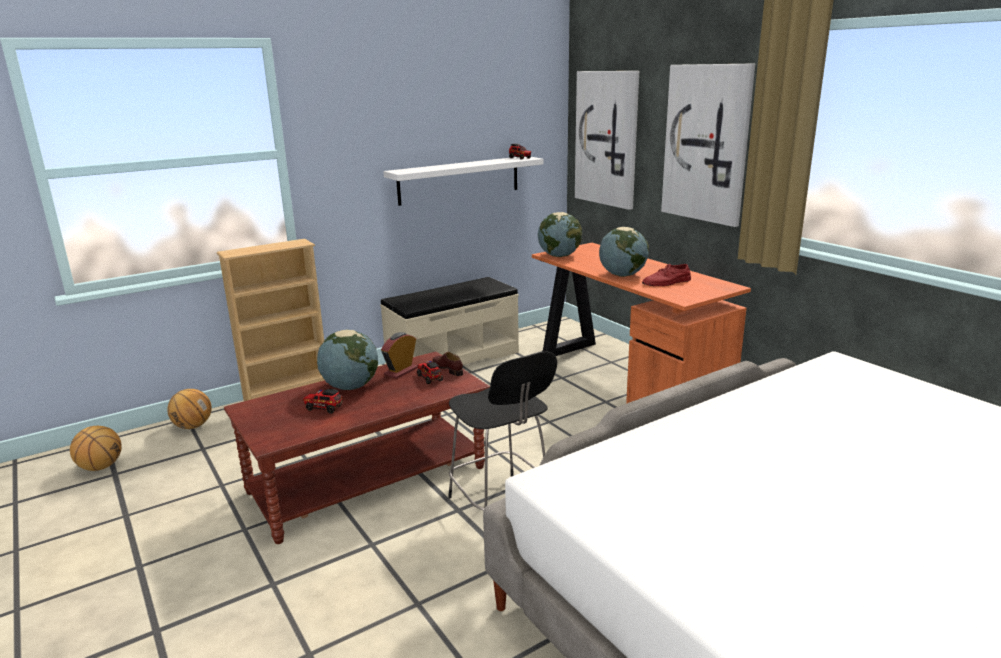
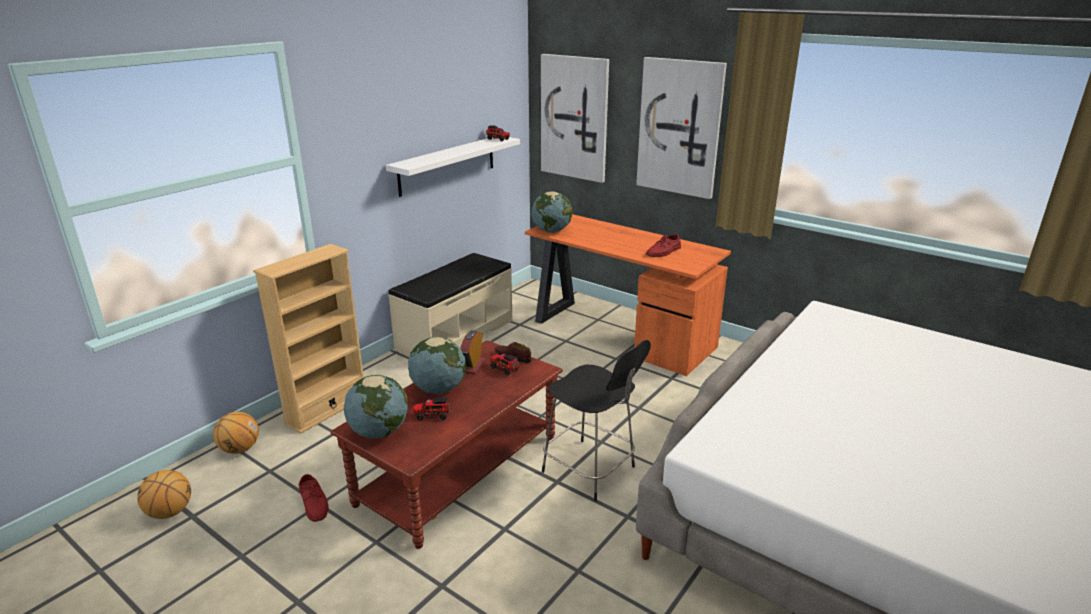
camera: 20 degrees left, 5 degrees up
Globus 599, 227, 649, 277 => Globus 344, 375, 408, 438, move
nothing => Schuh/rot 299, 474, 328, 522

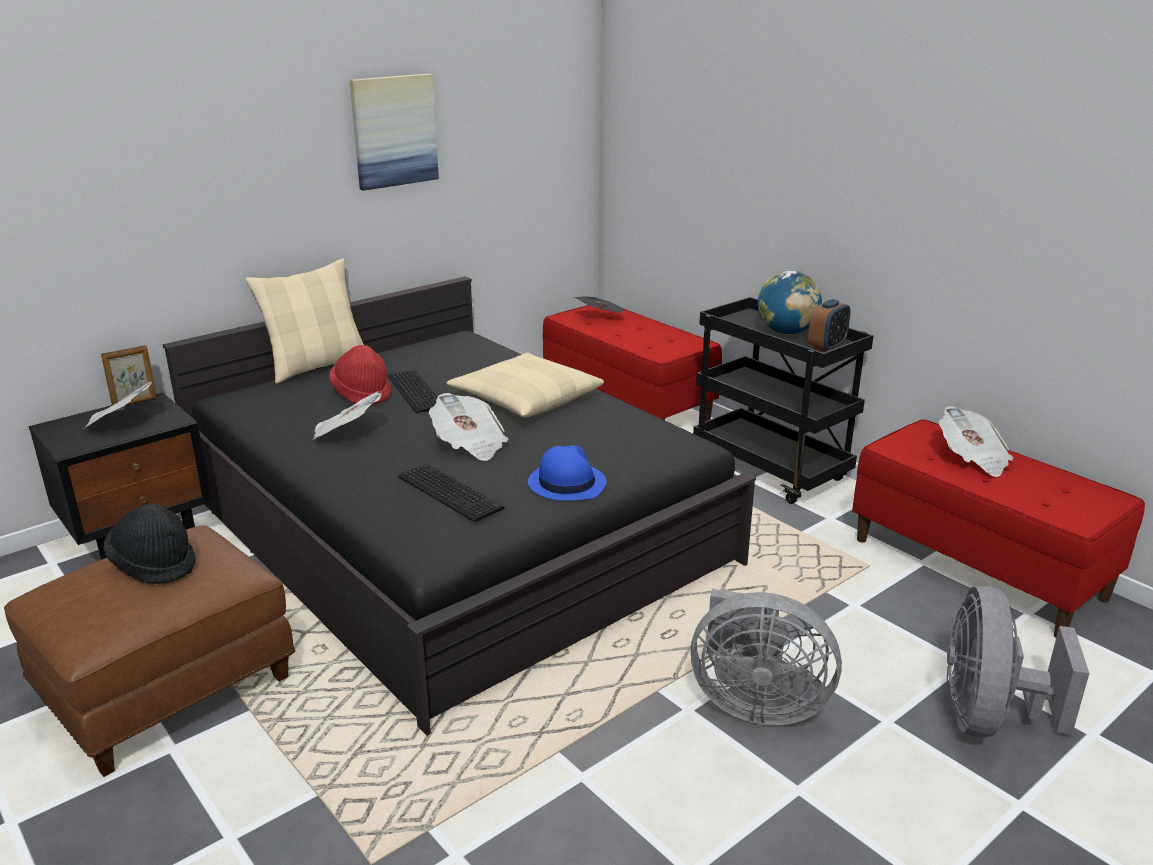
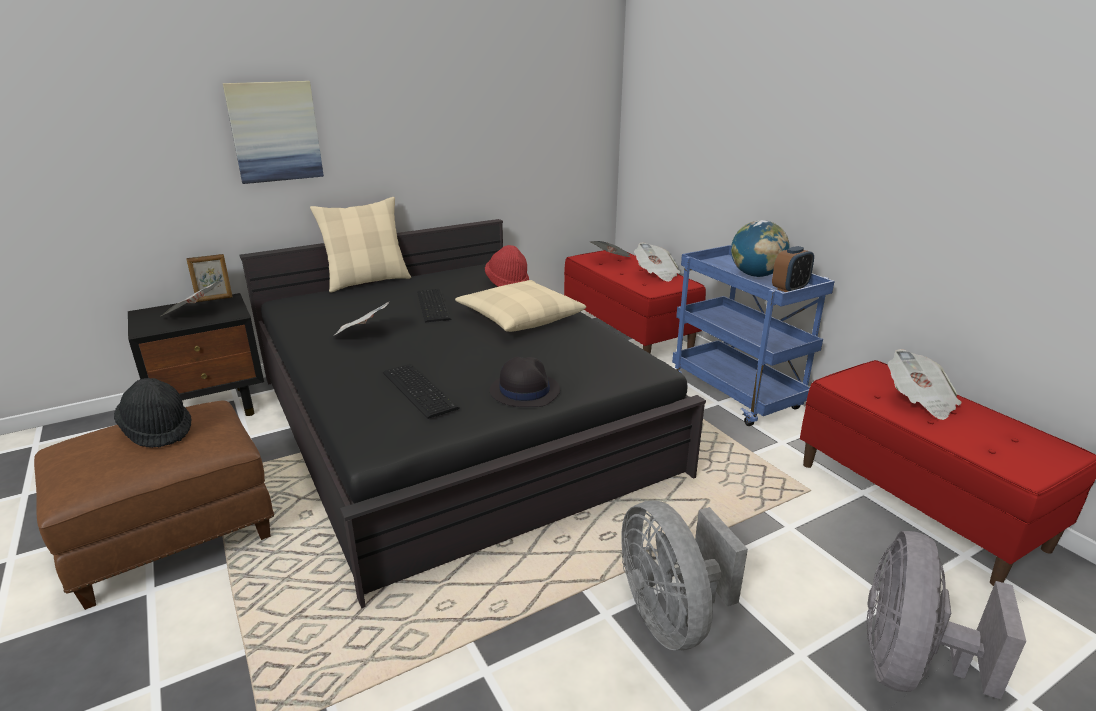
camera: 10 degrees right, 0 degrees up
Bild 350, 73, 439, 191 => Bild 223, 81, 324, 184, move
Rollwagen/schwarz 693, 297, 874, 504 => Rollwagen/blau 672, 245, 835, 426
Hut/rot 329, 345, 391, 404 => Hut/rot 485, 245, 529, 287, move
Zeitung 429, 393, 508, 461 => Zeitung 634, 243, 680, 282, move
Hut/blau 528, 445, 607, 501 => Hut/schwarz 490, 357, 560, 407
Ventilator/grau 691, 589, 842, 725 => Ventilator/grau 621, 500, 748, 650, 45 degrees clockwise

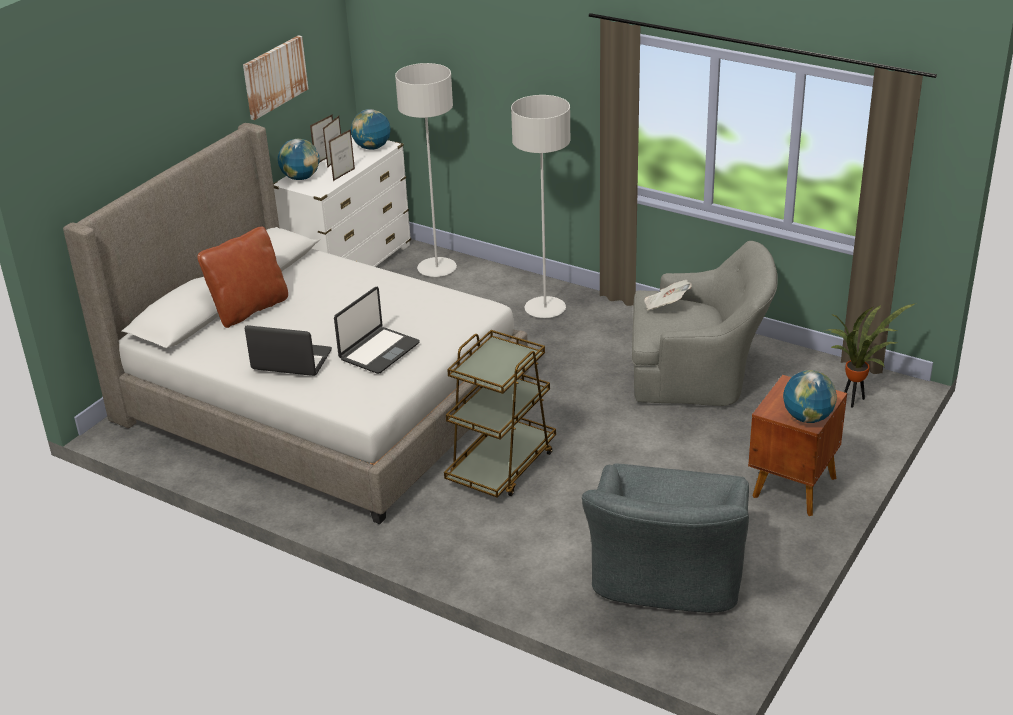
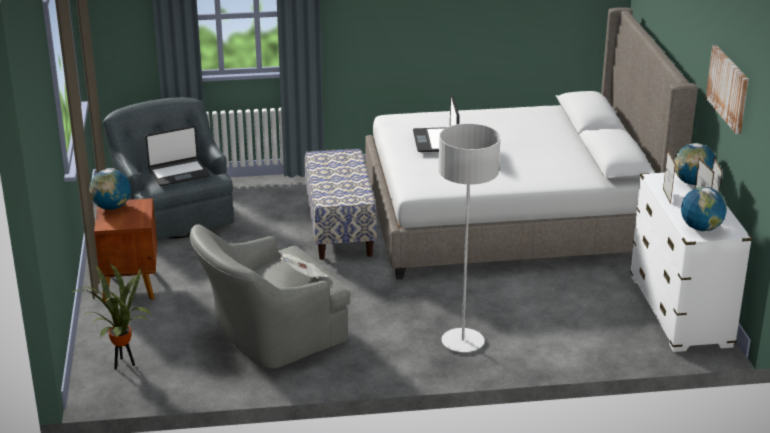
camera: 140 degrees right, 5 degrees down
Stehlampe/grau 395, 63, 457, 277 => nothing
Kissen/braun 197, 226, 288, 328 => nothing
Laptop 245, 325, 332, 376 => Laptop 145, 126, 210, 186, move
Rollwagen/braun 444, 330, 556, 498 => Bank 305, 149, 377, 260

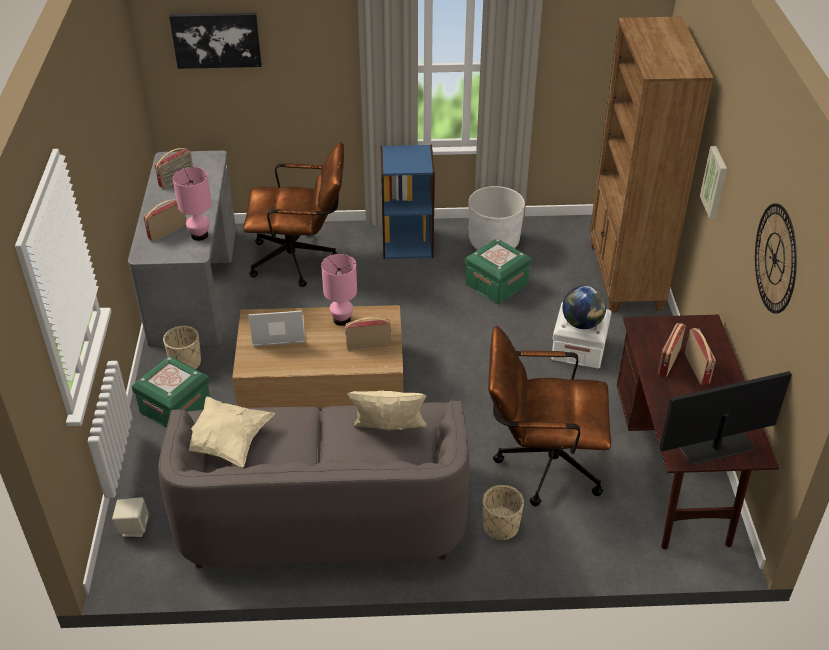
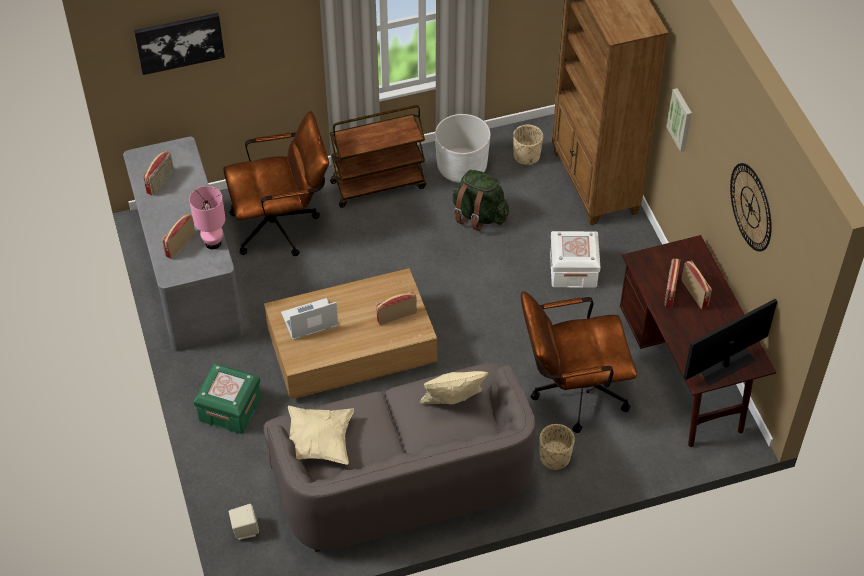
camera: 15 degrees left, 10 degrees up
Bücherregal/blau 380, 145, 435, 259 => Rollwagen/braun 330, 105, 426, 208
Aufbewahrungsbox/grün 465, 239, 532, 304 => Rucksack/grün 453, 170, 509, 231
Tischlampe/rosa 321, 254, 357, 326 => nothing
Globus 562, 286, 606, 329 => nothing
Pflanzkübel/beige 163, 326, 201, 369 => Pflanzkübel/beige 513, 125, 543, 165, move

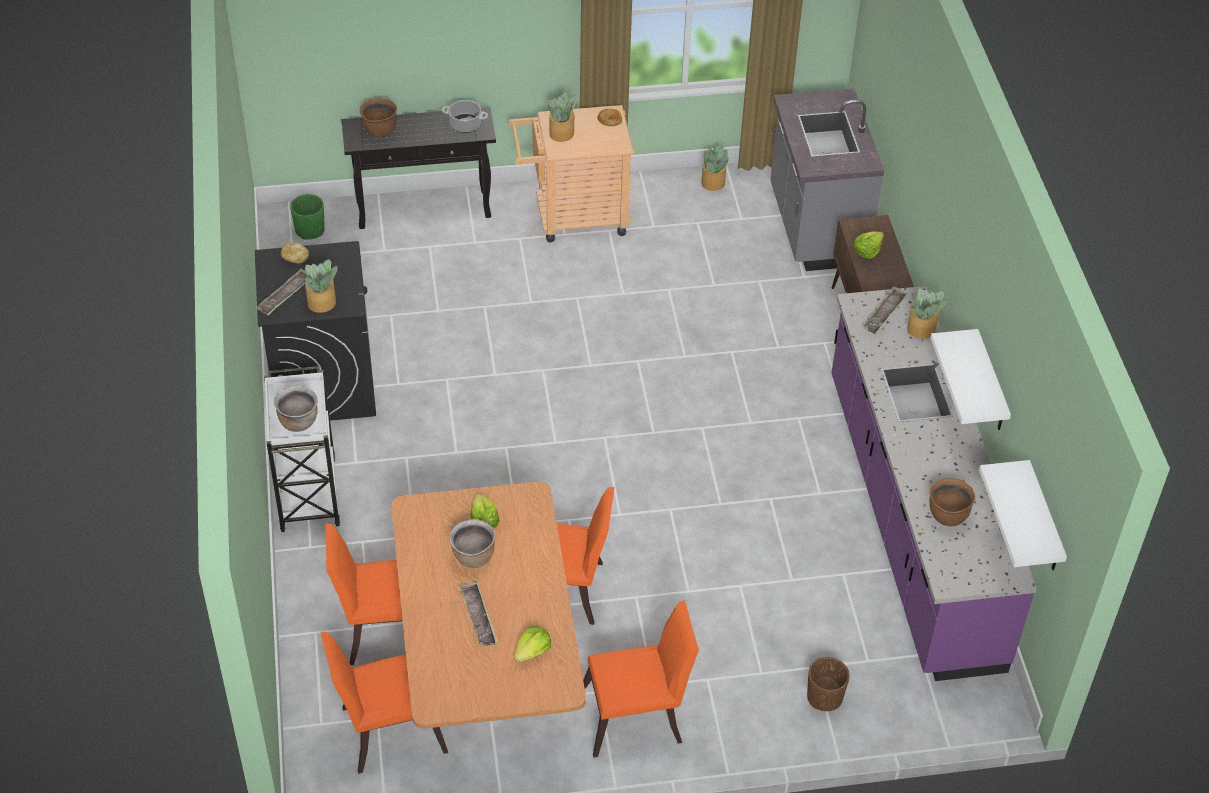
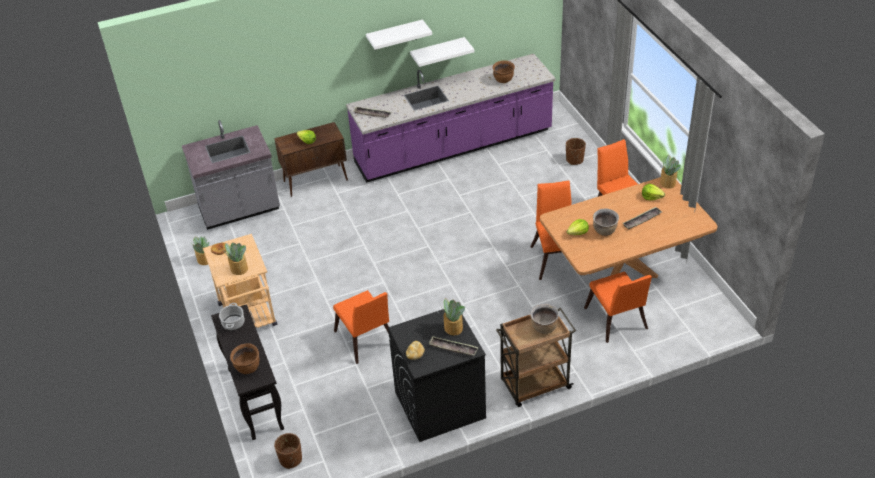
camera: 100 degrees left, 5 degrees down
Pflanzkübel/grün 290, 194, 325, 240 => Pflanzkübel/braun 274, 433, 302, 469
Topfpflanze 907, 288, 948, 339 => Topfpflanze 660, 155, 681, 189, move
Rollwagen/weiß 264, 366, 340, 532 => Rollwagen/braun 496, 306, 576, 407
Wandregal/weiß 979, 460, 1067, 570 => Wandregal/weiß 366, 19, 432, 50, move
Stuhl/orange 320, 632, 448, 774 => Stuhl/orange 333, 290, 389, 364, move

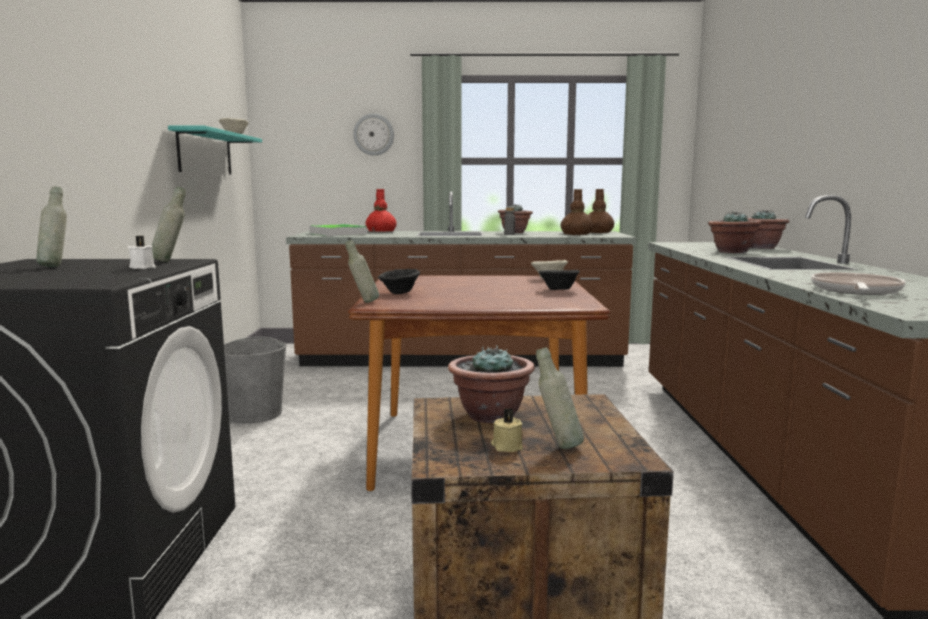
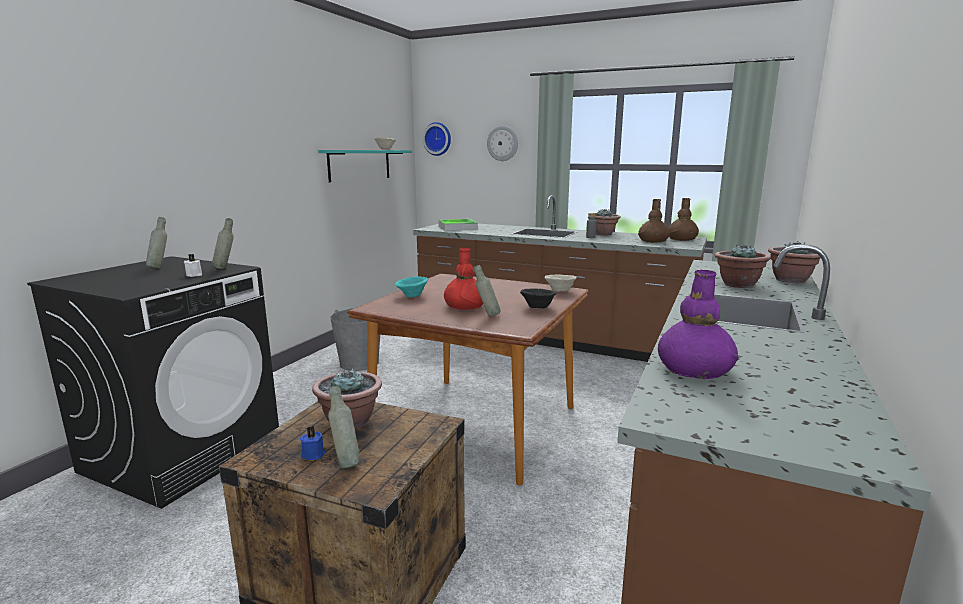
camera: 25 degrees right, 5 degrees up
Vase/rot 366, 189, 397, 232 => Vase/rot 444, 248, 483, 310, move
Flasche/grau 345, 240, 379, 303 => Flasche/grau 474, 265, 501, 317, move
Schüssel/schwarz 378, 269, 420, 294 => Schüssel/türkis 395, 276, 429, 298
Pfanne 811, 272, 906, 295 => Vase/lila 658, 270, 739, 379
Kerze/beige 491, 408, 523, 452 => Kerze/blau 300, 426, 326, 460
nothing => Wanduhr 423, 122, 451, 156

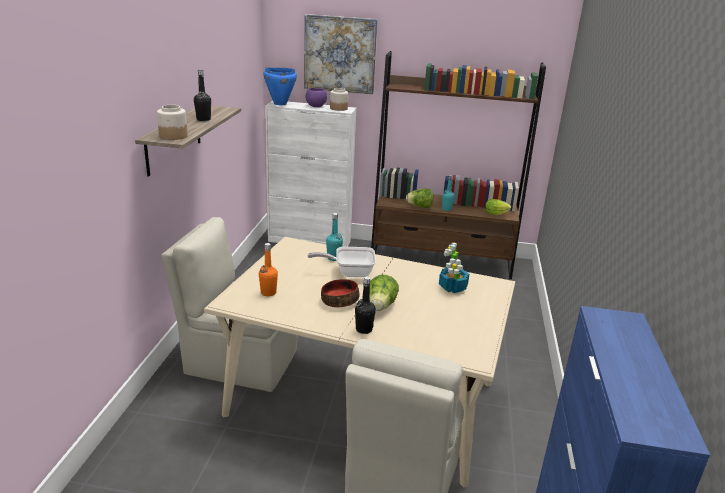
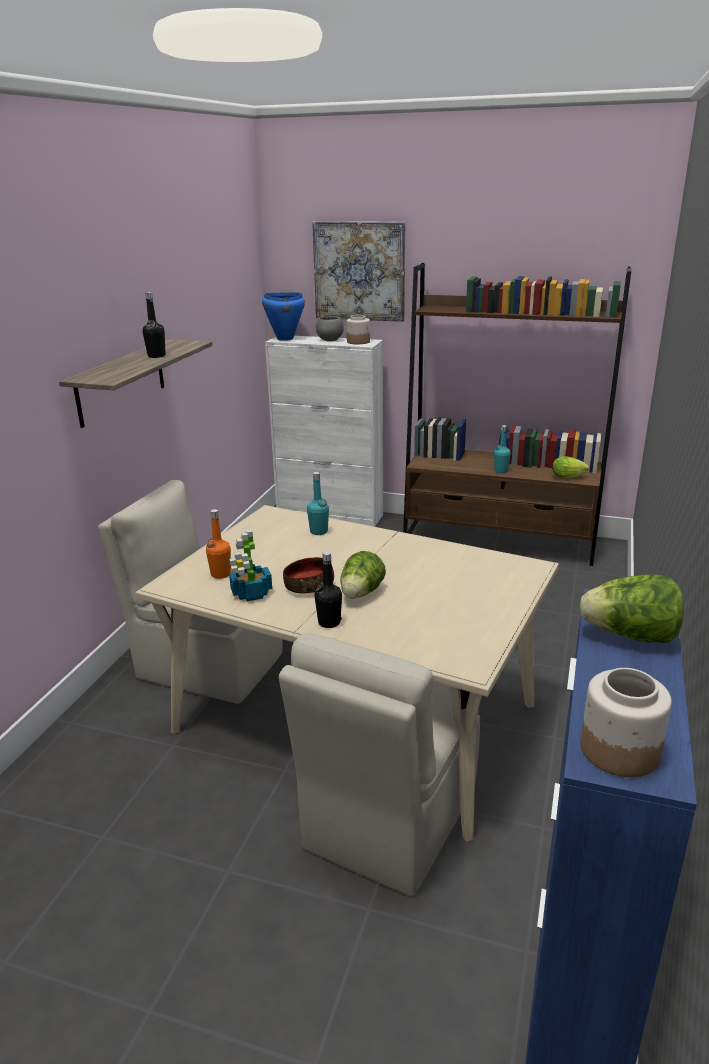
camera: 10 degrees right, 0 degrees up
Schüssel/lila 306, 88, 327, 107 => Schüssel/grau 316, 316, 344, 341
Vorratsglas 157, 105, 188, 140 => Vorratsglas 581, 668, 672, 777, move
Salatkopf 406, 189, 433, 208 => Salatkopf 580, 574, 684, 643, move
Topfpflanze 439, 242, 469, 293 => Topfpflanze 229, 529, 272, 601, move
Pfanne 307, 247, 376, 277 => nothing

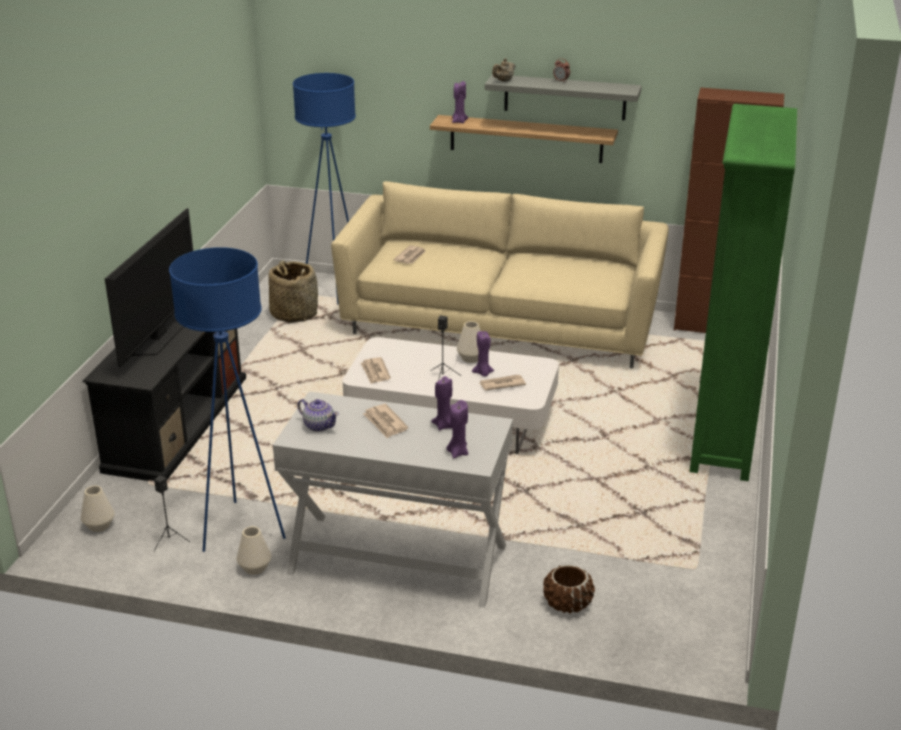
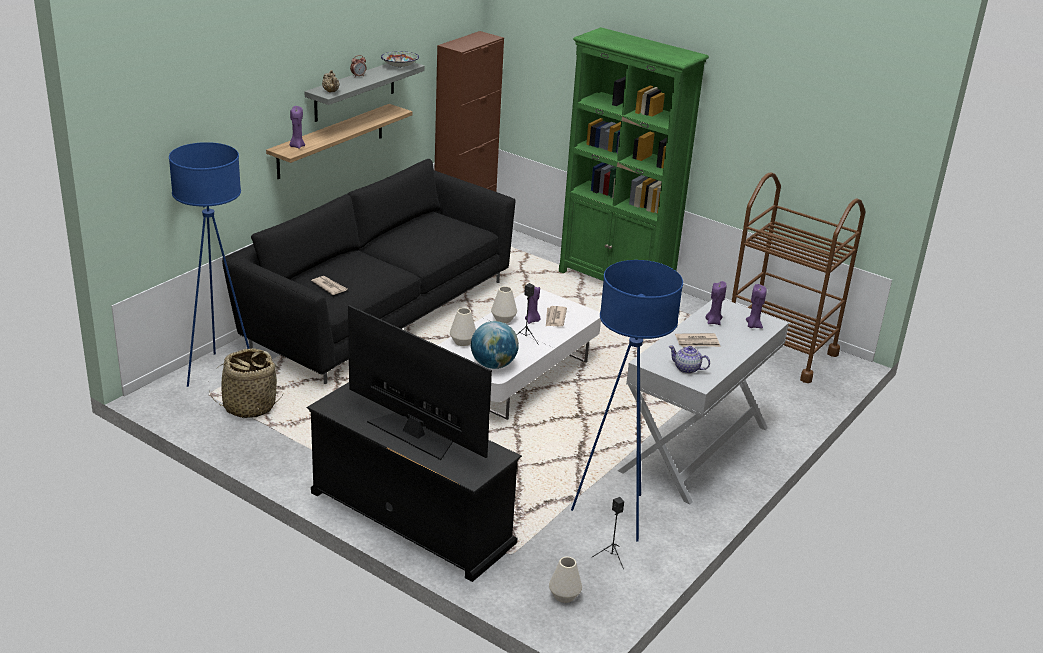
camera: 70 degrees left, 0 degrees up
Sofa/beige 331, 181, 669, 368 => Sofa/schwarz 222, 159, 515, 384
Zeitung 361, 357, 391, 384 => Globus 471, 321, 519, 369
Teekanne 297, 399, 339, 432 => Teekanne 669, 346, 710, 374, 120 degrees counterclockwise
Vase/weiß 237, 526, 271, 575 => Vase/weiß 450, 308, 476, 346, move
Pflanzkübel/braun 543, 565, 595, 614 => nothing
nothing => Schüssel 381, 51, 419, 68
nothing => Rollwagen/braun 732, 172, 865, 383

